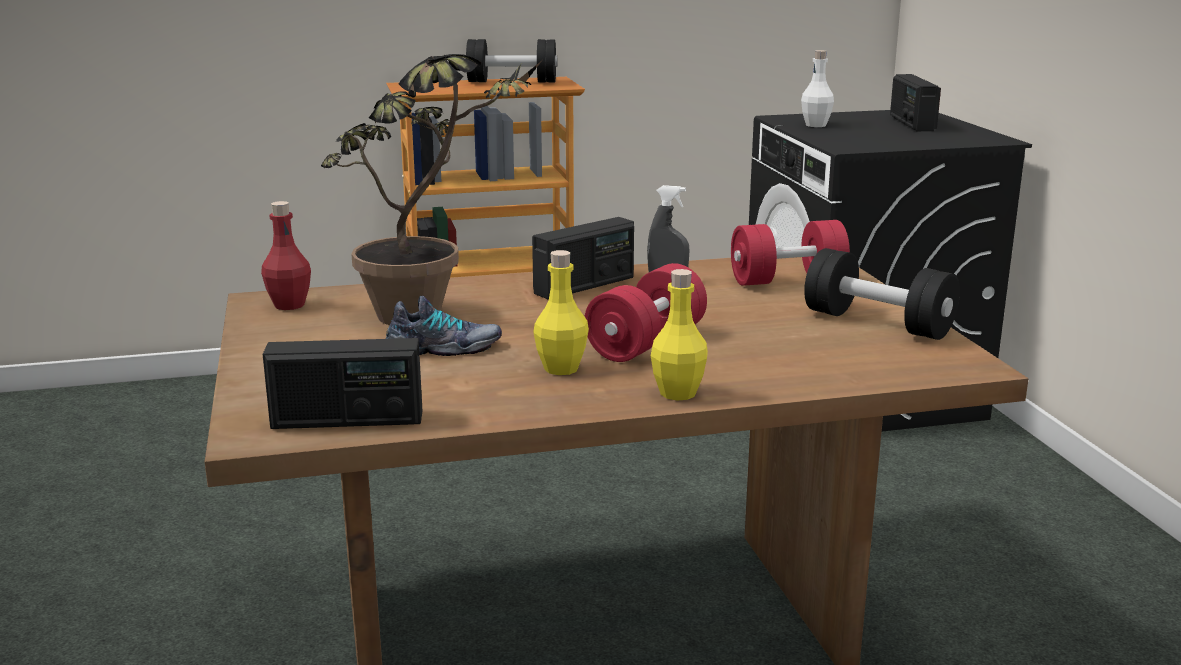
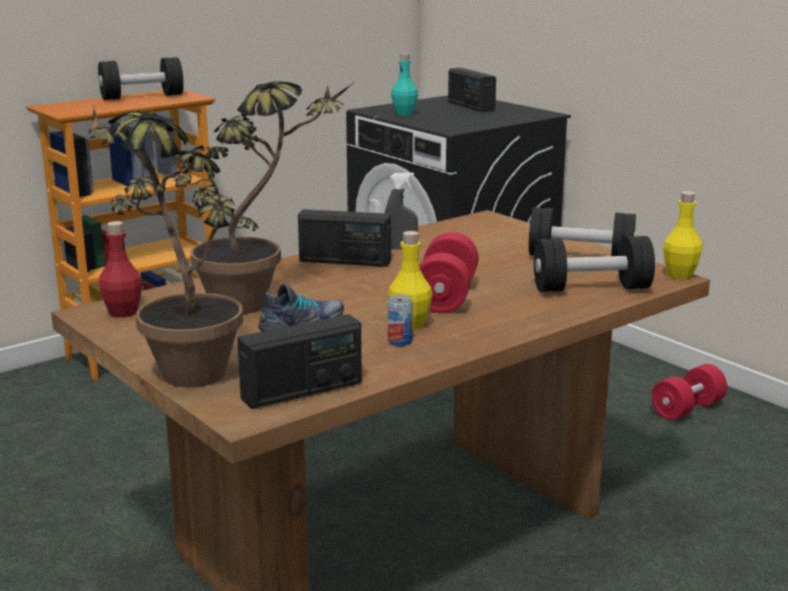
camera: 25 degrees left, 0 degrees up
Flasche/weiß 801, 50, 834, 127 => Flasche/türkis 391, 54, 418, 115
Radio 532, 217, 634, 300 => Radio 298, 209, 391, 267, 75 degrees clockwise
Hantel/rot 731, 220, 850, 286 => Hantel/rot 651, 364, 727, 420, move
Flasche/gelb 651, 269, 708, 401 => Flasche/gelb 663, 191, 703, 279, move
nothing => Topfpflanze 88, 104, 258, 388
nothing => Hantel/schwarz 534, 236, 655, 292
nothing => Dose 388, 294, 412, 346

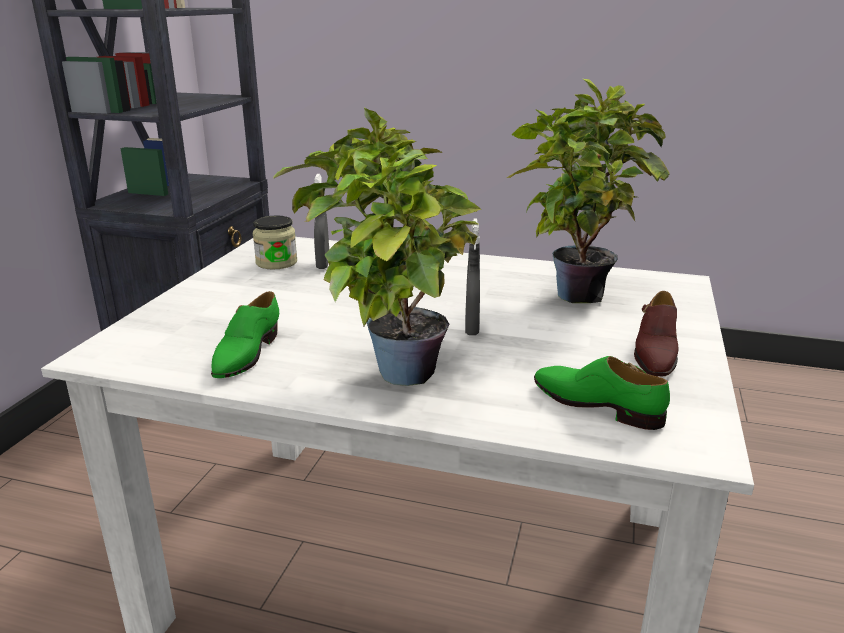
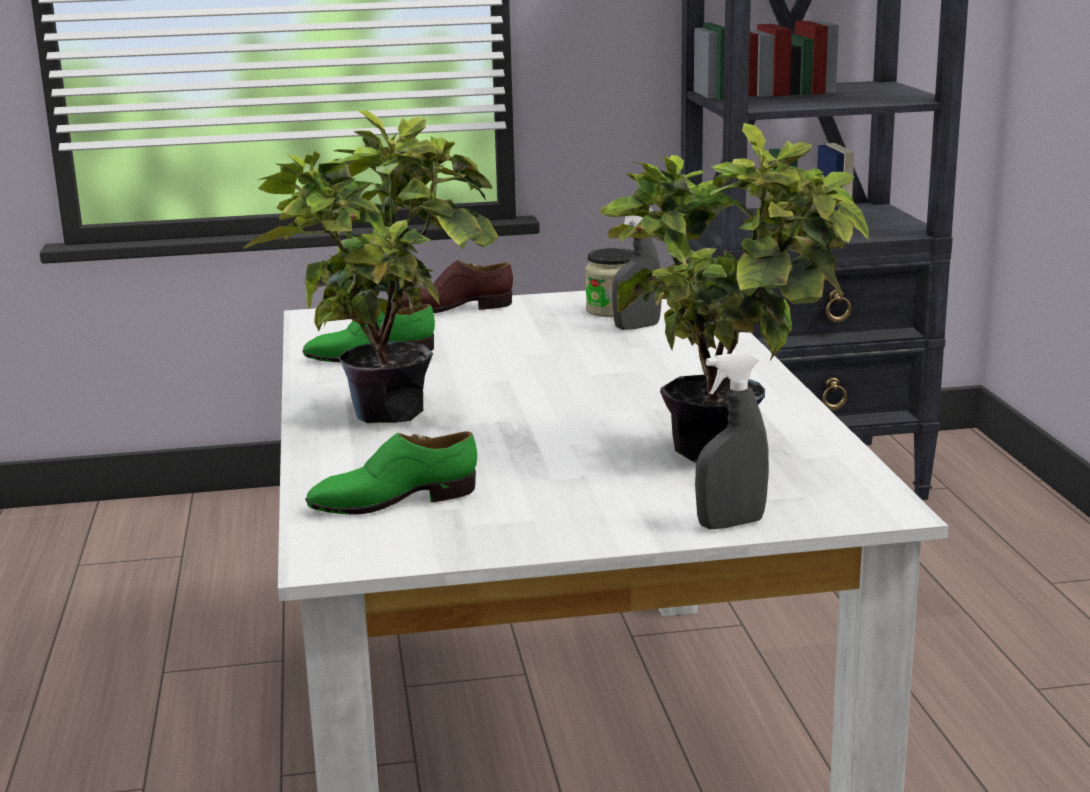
camera: 65 degrees right, 5 degrees down
Sprühflasche/grau 465, 219, 480, 335 => Sprühflasche/grau 695, 352, 769, 529, move
Schuh/braun 634, 291, 678, 377 => Schuh/braun 400, 260, 513, 313, move
Schuh/grün 534, 356, 670, 430 => Schuh/grün 305, 431, 477, 514, 120 degrees counterclockwise

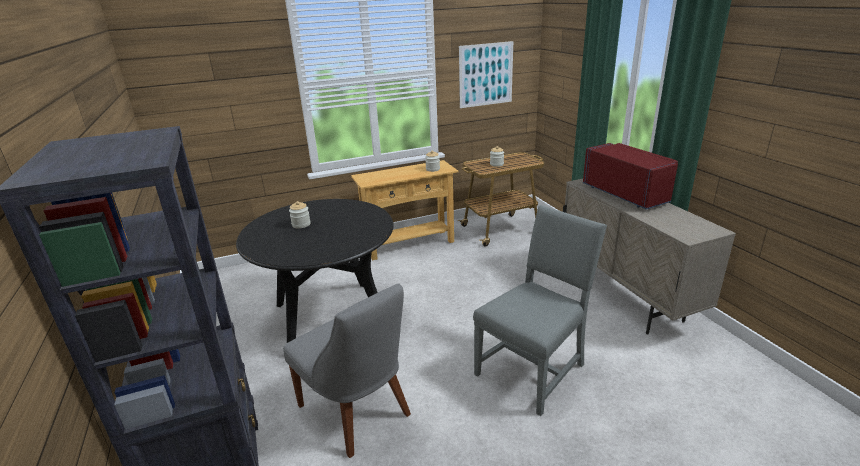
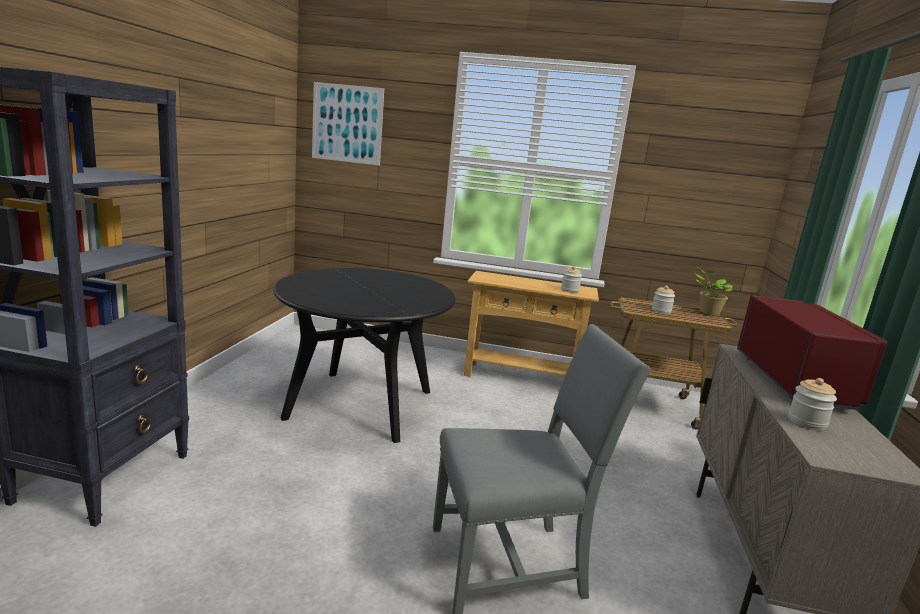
camera: 30 degrees right, 10 degrees down
Bild 459, 41, 513, 108 => Bild 312, 82, 384, 166, move
Vorratsglas 289, 201, 311, 228 => Vorratsglas 788, 378, 837, 430, move
Stuhl/grau 283, 284, 411, 458 => nothing
nothing => Topfpflanze 695, 267, 733, 316

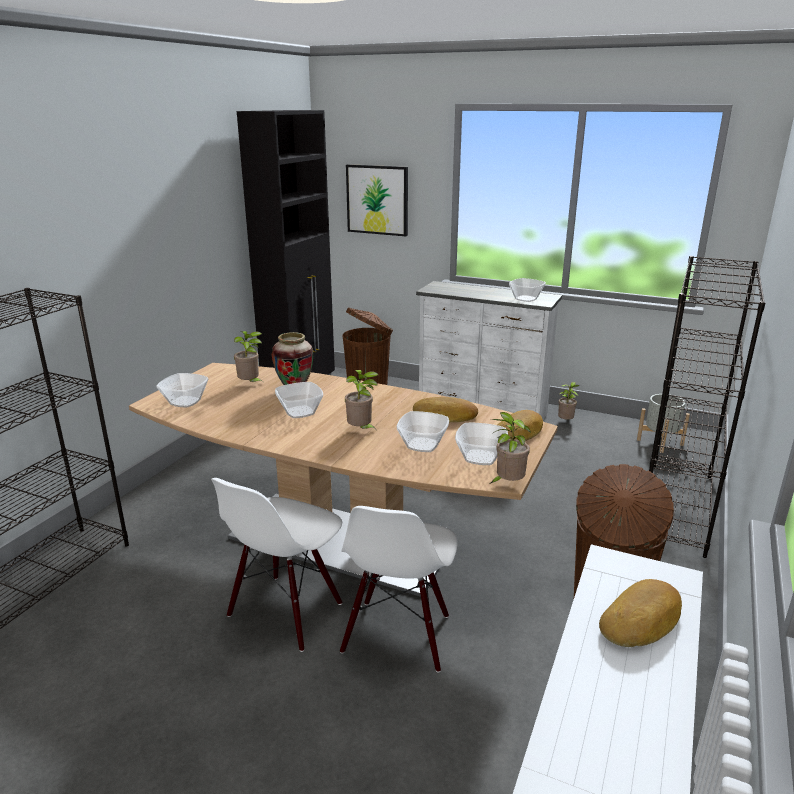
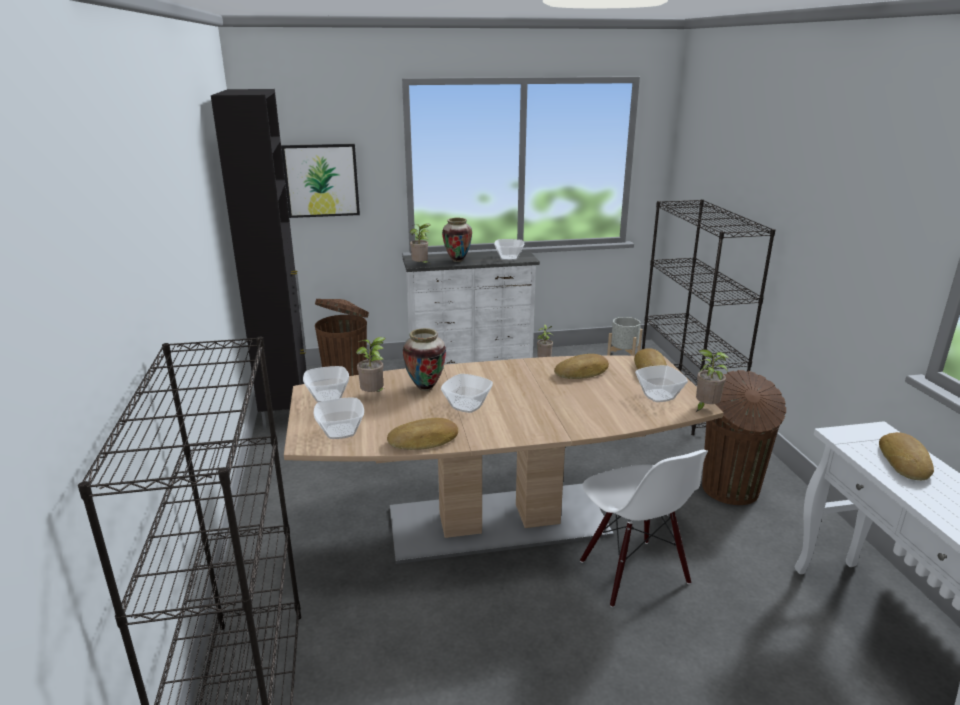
camera: 35 degrees left, 0 degrees up
Topfpflanze 345, 370, 378, 429 => Topfpflanze 410, 223, 431, 263, move
Schüssel 397, 411, 449, 452 => Schüssel 303, 366, 349, 402, move
Stuhl/weiß 211, 478, 342, 652 => nothing
nothing => Vase 442, 218, 472, 262
nothing => Brot 387, 418, 458, 450

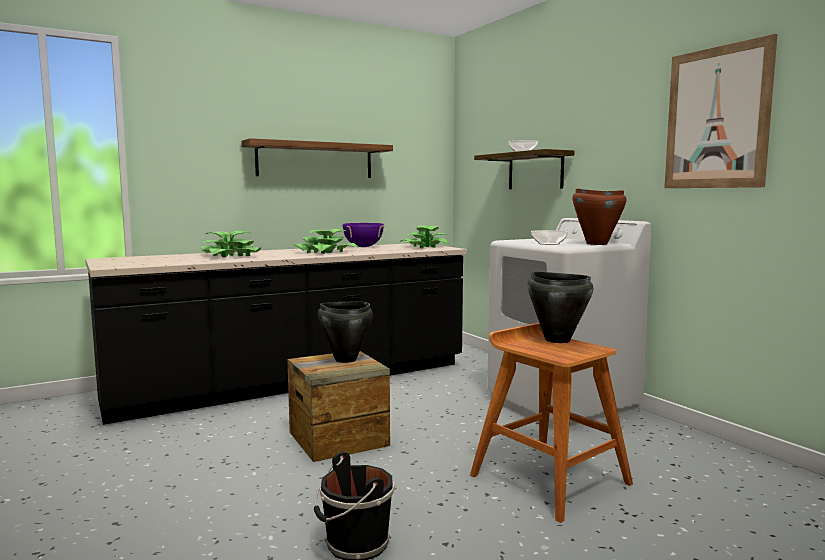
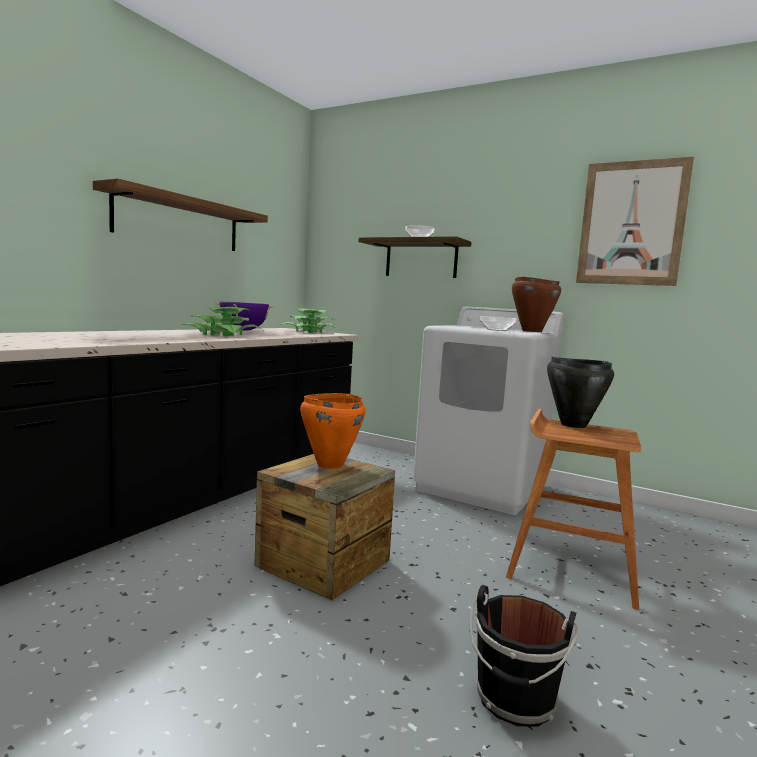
camera: 30 degrees left, 0 degrees up
Topfpflanze 201, 231, 261, 257 => nothing
Kochtopf/schwarz 318, 301, 373, 363 => Kochtopf/orange 300, 393, 366, 469

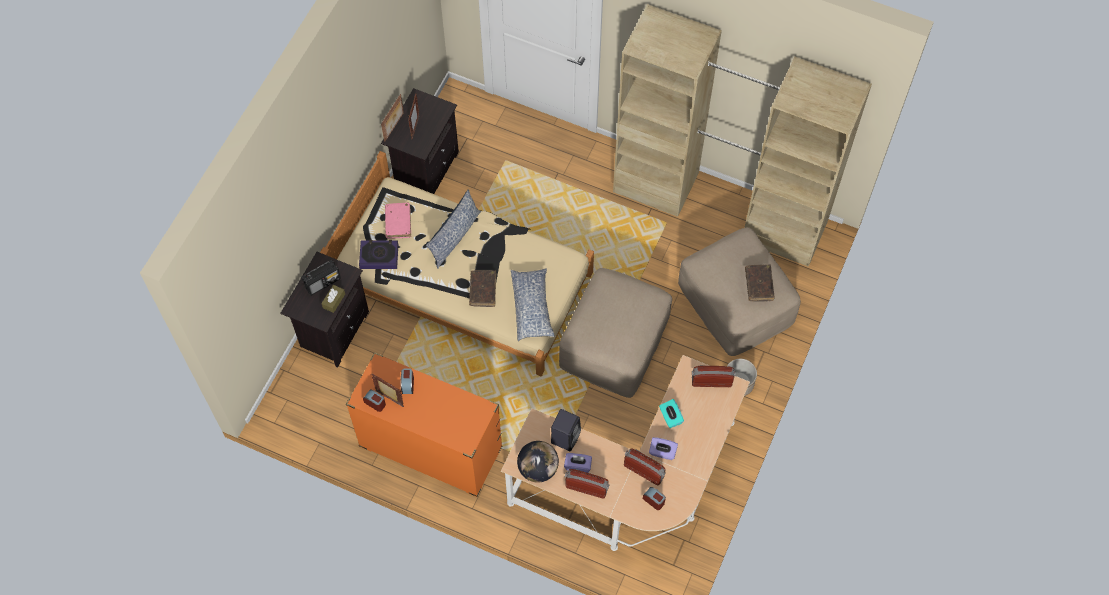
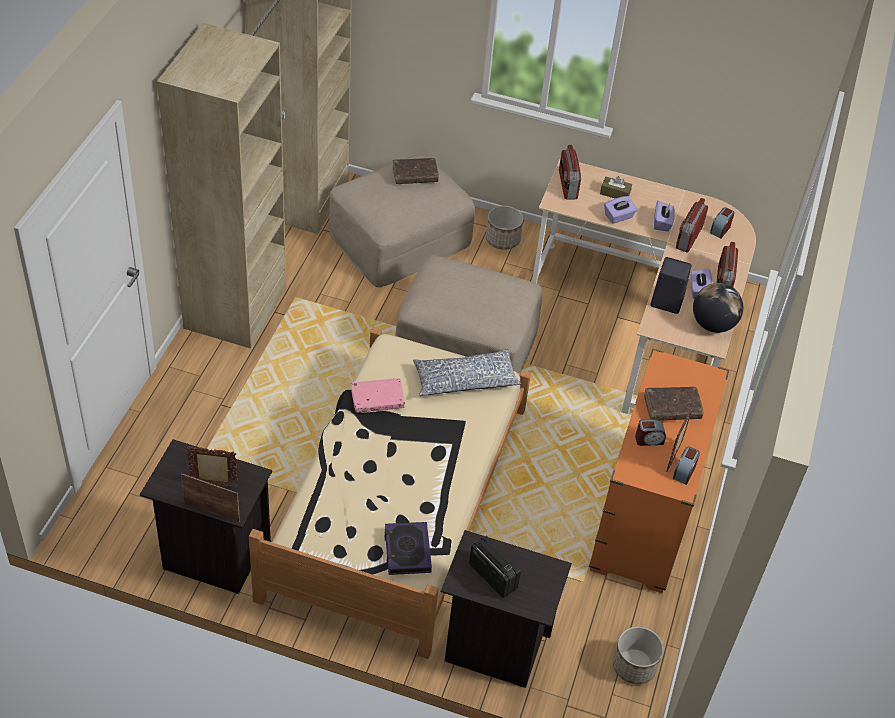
camera: 100 degrees left, 15 degrees down
Kissen 426, 189, 481, 269 => nothing
Buch/rosa 385, 203, 411, 238 => Buch/rosa 351, 378, 405, 413, move
Buch/braun 469, 270, 496, 307 => Buch/braun 644, 387, 704, 420, move
Taschentuchbox/braun 321, 285, 345, 313 => Taschentuchbox/braun 600, 176, 632, 198, move
Taschentuchbox/türkis 659, 399, 684, 428 => Taschentuchbox/lila 604, 196, 637, 224
nothing => Pflanzkübel 613, 626, 664, 684

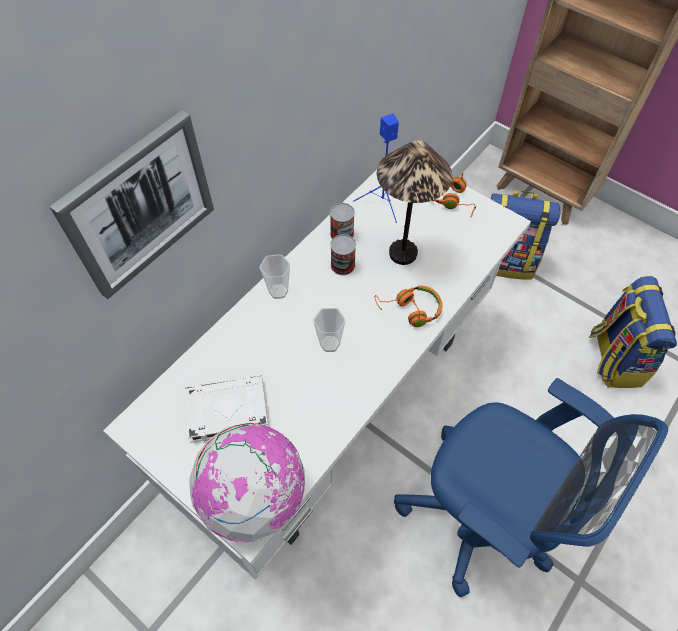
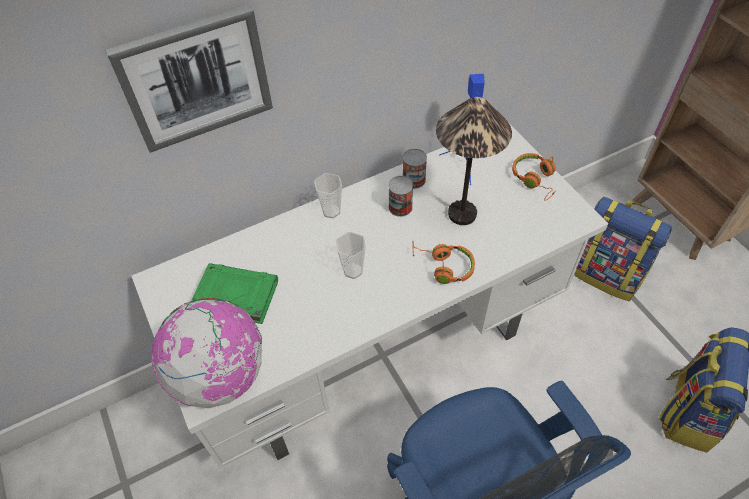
camera: 25 degrees right, 5 degrees down
Buch/weiß 185, 375, 269, 443 => Buch/grün 191, 263, 278, 324

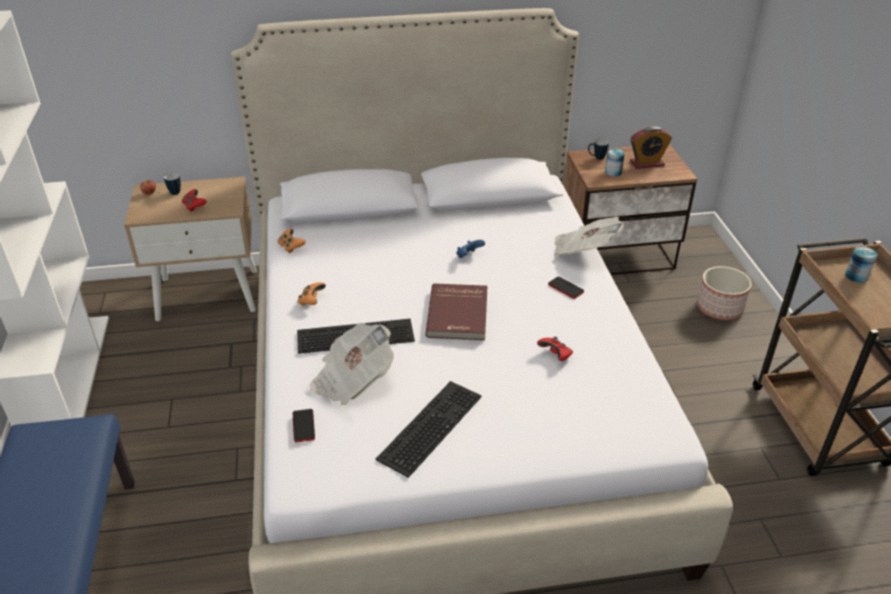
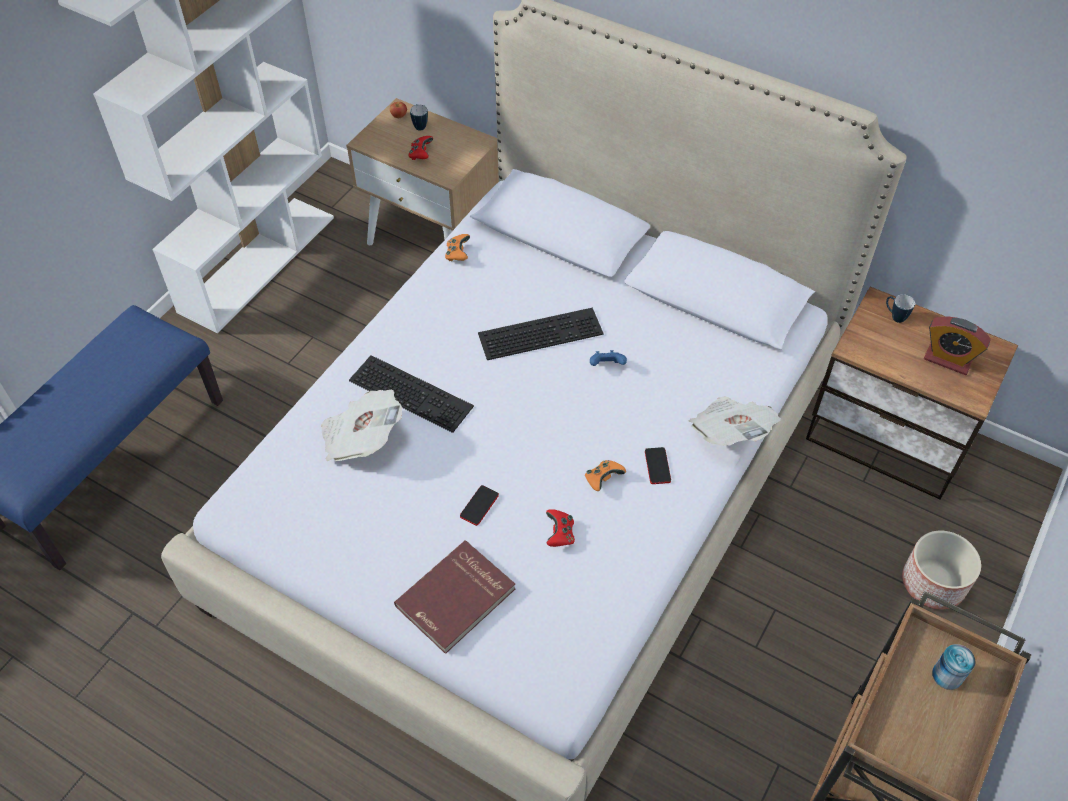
camera: 40 degrees right, 15 degrees up
Dose 605, 148, 625, 177 => nothing
Gamepad/orange 298, 282, 326, 306 => Gamepad/orange 585, 460, 626, 491, move
Buch/rot 426, 283, 487, 340 => Buch/rot 394, 540, 515, 654, move
Tastatur 376, 381, 482, 478 => Tastatur 478, 308, 604, 360, move
Handy 293, 409, 315, 442 => Handy 460, 485, 499, 526, move

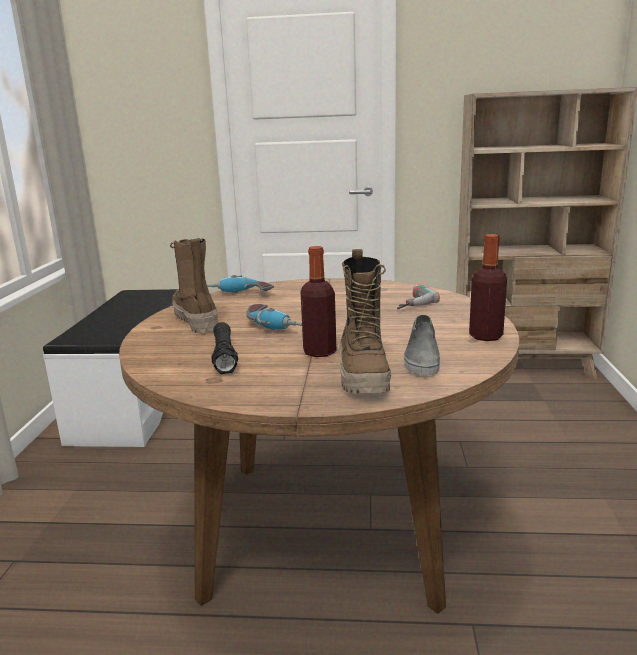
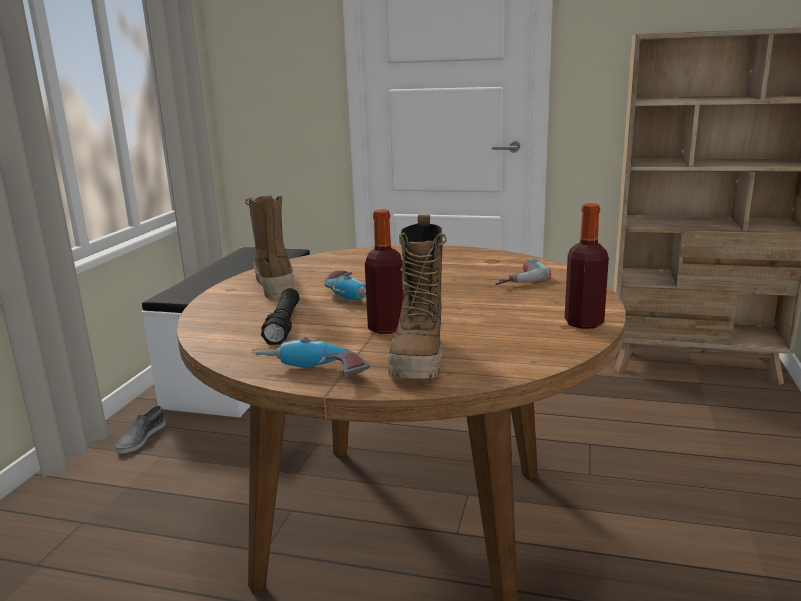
camera: 10 degrees right, 0 degrees up
Bohrmaschine 207, 275, 274, 293 => Bohrmaschine 256, 337, 370, 375, move
Schuh/grau 404, 315, 440, 375 => Schuh/grau 116, 405, 166, 454, move

